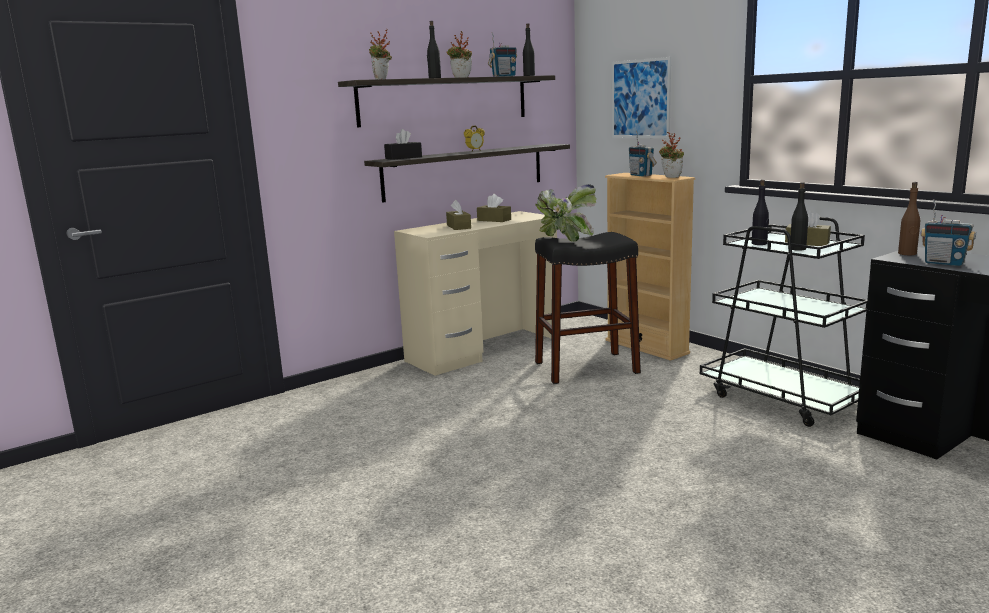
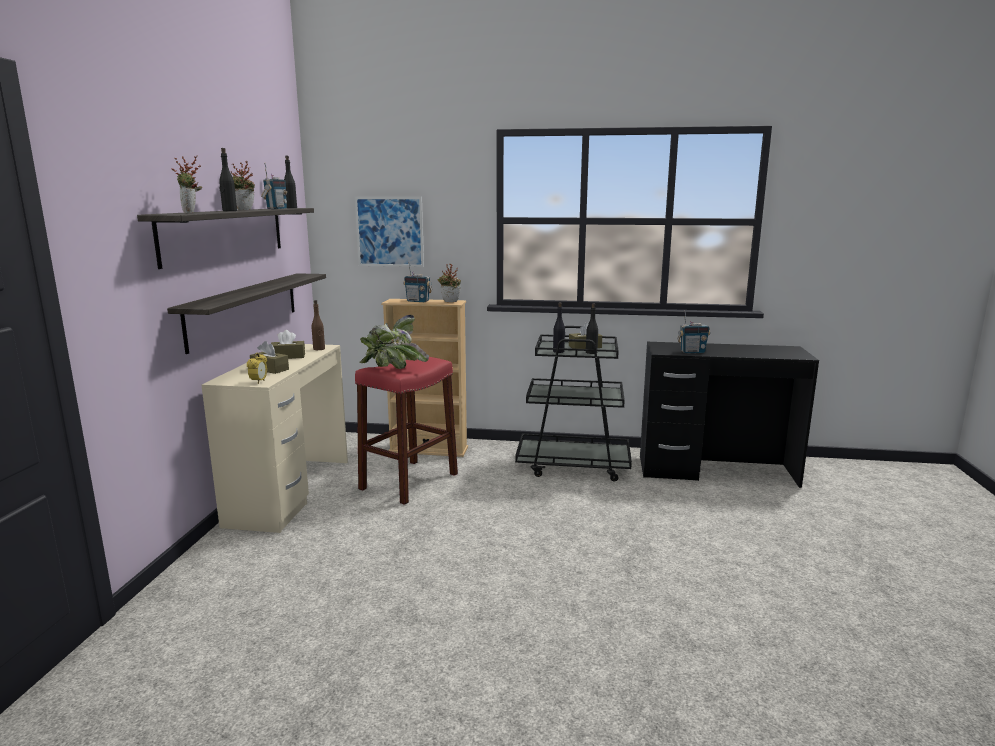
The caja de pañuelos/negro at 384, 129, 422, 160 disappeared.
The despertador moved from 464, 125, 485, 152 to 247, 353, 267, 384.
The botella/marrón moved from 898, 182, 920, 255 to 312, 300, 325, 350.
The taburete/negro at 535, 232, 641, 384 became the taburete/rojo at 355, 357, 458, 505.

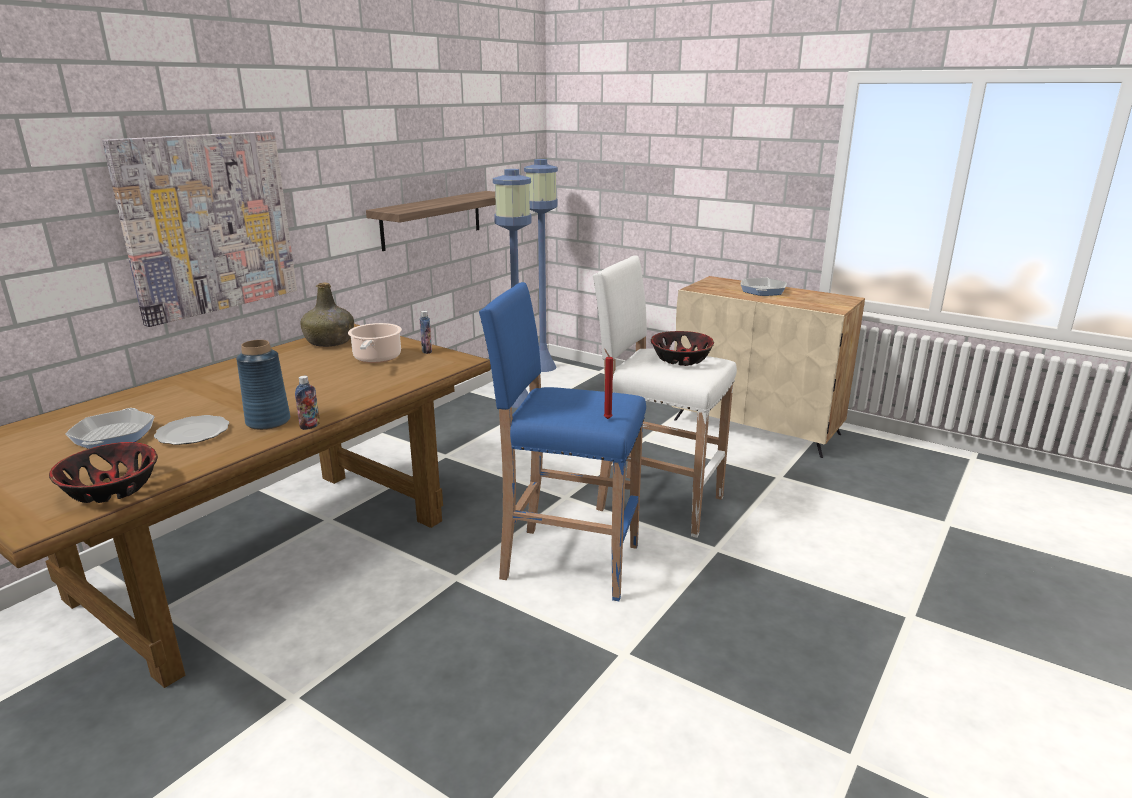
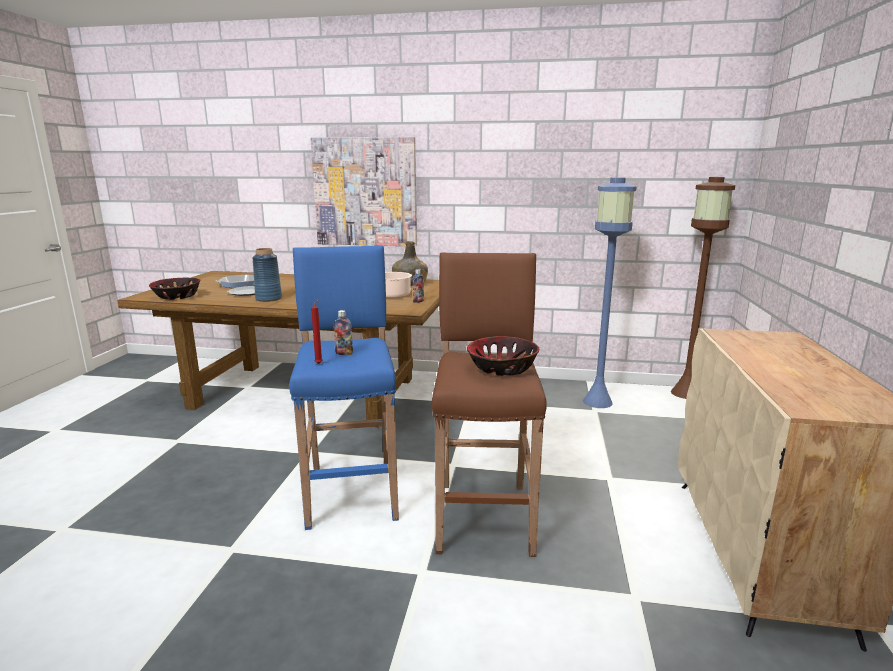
The estante at 366, 191, 496, 251 disappeared.
The sartén at 740, 277, 787, 296 disappeared.
The botella moved from 295, 376, 320, 430 to 333, 310, 353, 355.
The lámpara de pie/azul at 524, 159, 558, 372 became the lámpara de pie/marrón at 671, 177, 735, 399.
The taburete/blanco at 593, 255, 737, 538 became the taburete/marrón at 432, 252, 547, 557.

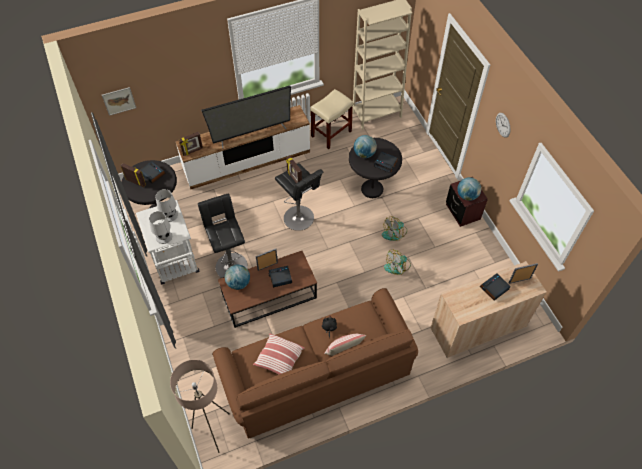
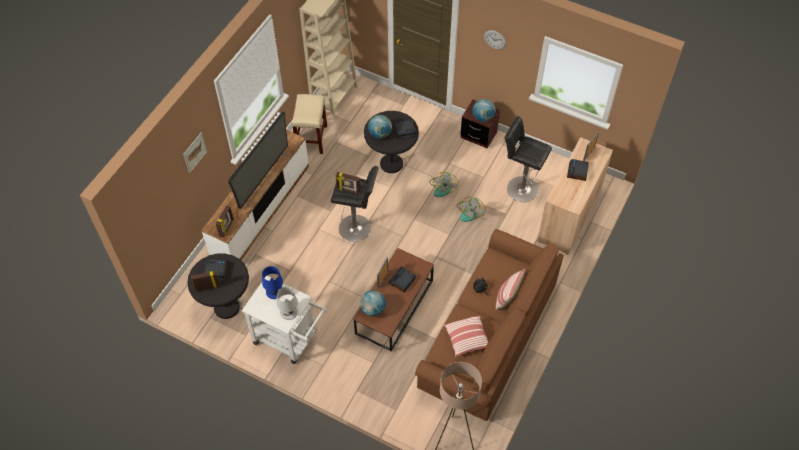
The cuadro moved from 102, 87, 136, 116 to 183, 133, 207, 173.
The taburete/negro moved from 198, 193, 248, 278 to 504, 116, 552, 202.
The lámpara de mesa/blanco at 155, 189, 178, 222 became the lámpara de mesa/azul at 262, 266, 283, 299.

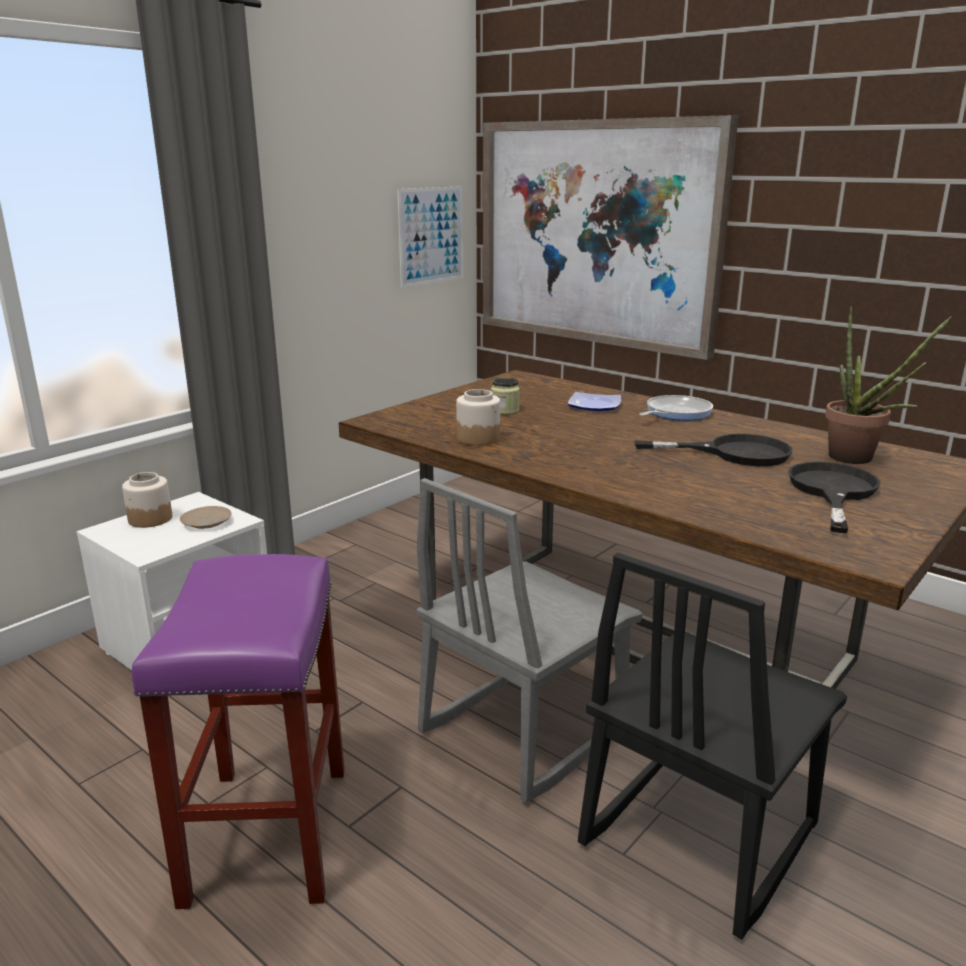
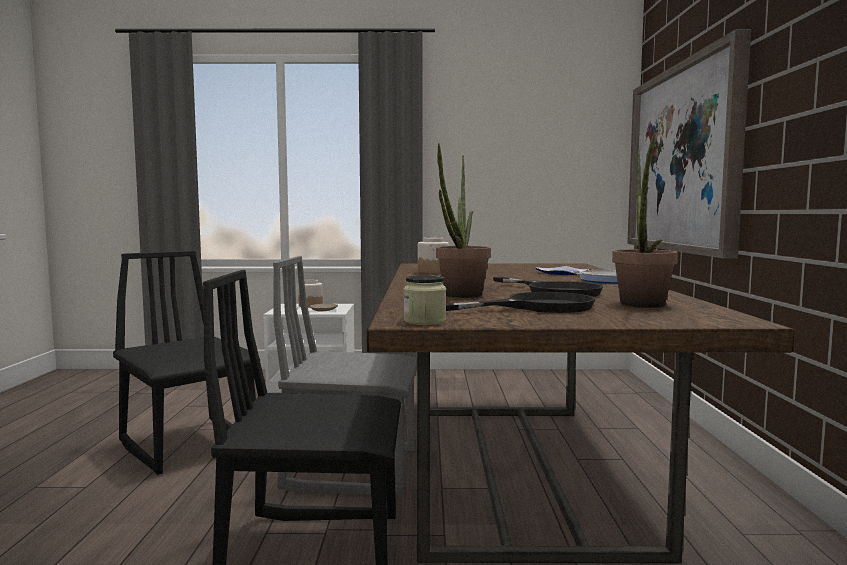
The cuadro at 397, 186, 463, 288 disappeared.
The planta en maceta at 436, 143, 491, 298 appeared.
The tarro moved from 491, 378, 520, 414 to 404, 275, 446, 325.
The taburete/morado at 132, 554, 345, 909 was replaced by the silla/negro at 113, 251, 260, 475.

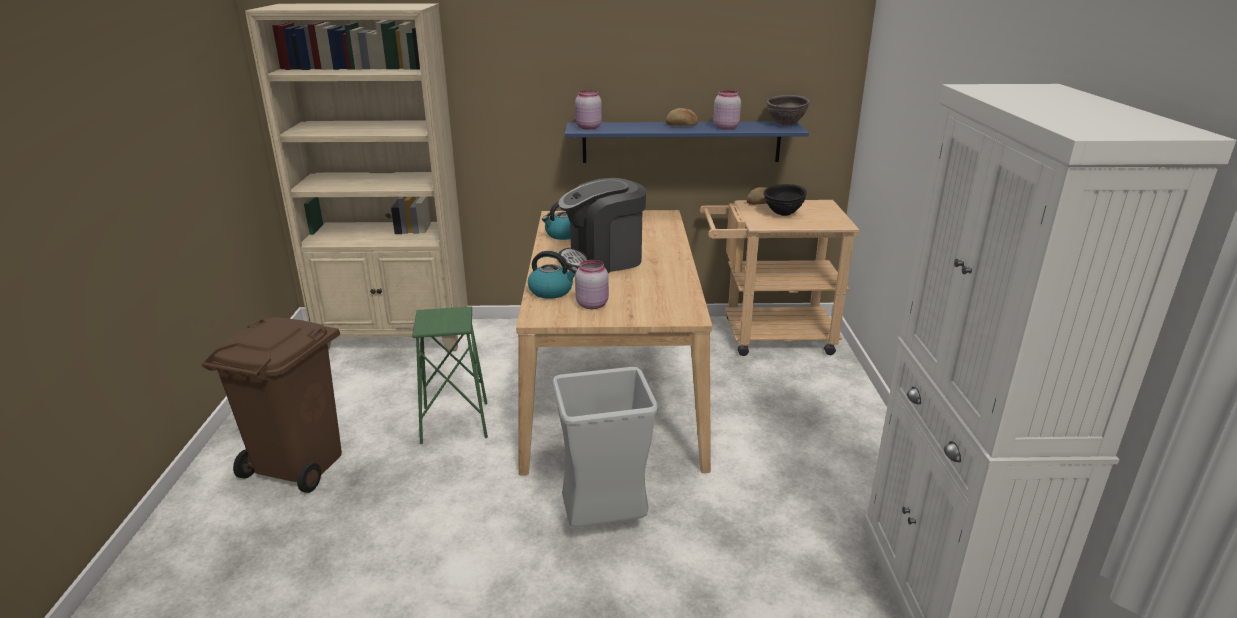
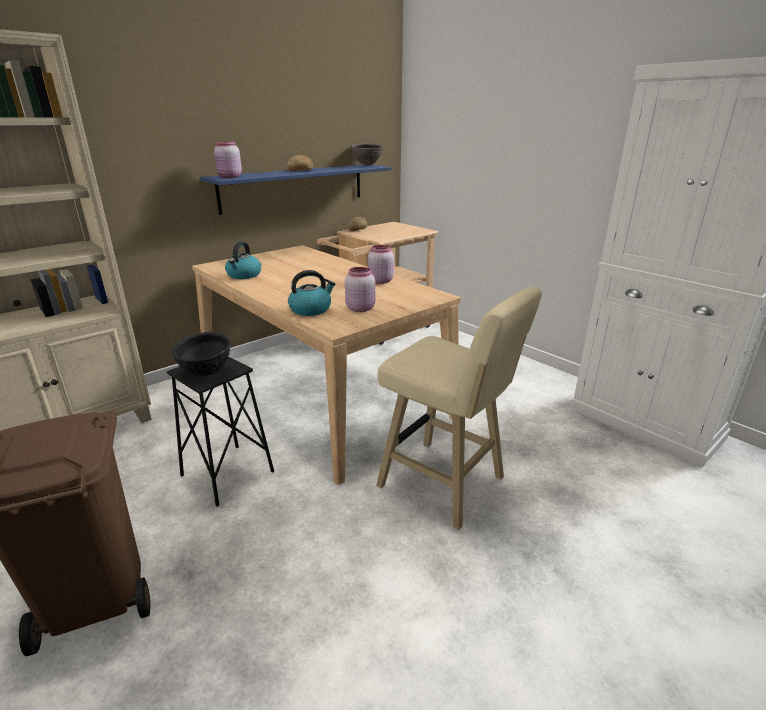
The cafetera at 558, 178, 646, 273 disappeared.
The tarro/rosa moved from 713, 90, 741, 130 to 368, 245, 394, 284.
The cuenco/negro moved from 764, 184, 807, 216 to 172, 332, 231, 376.
The papelera/gris at 552, 367, 658, 528 was replaced by the taburete/beis at 376, 287, 542, 530.
The taburete/verde at 412, 306, 488, 444 became the taburete/negro at 167, 356, 274, 506.

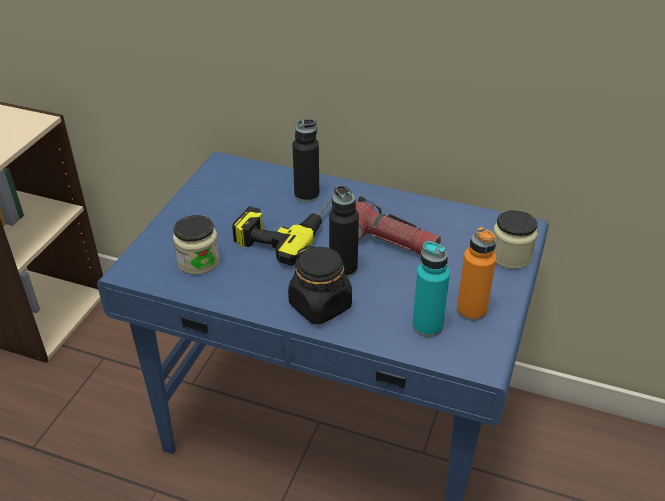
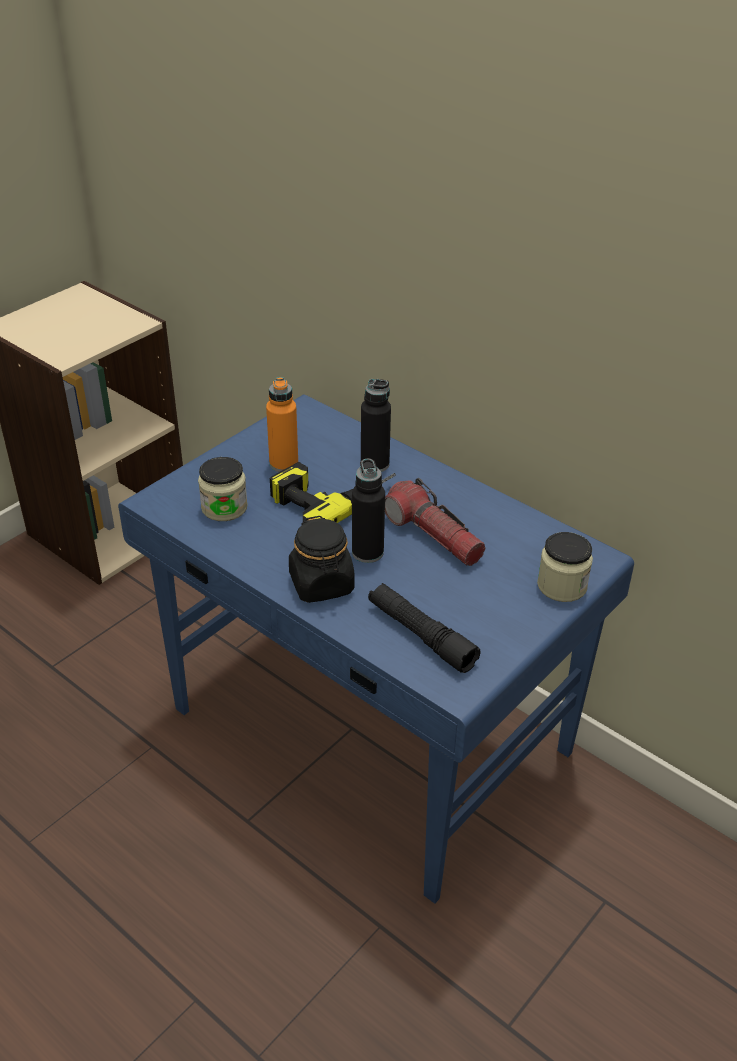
The botella/naranja moved from 457, 227, 496, 321 to 266, 377, 298, 472.
The botella/turquesa at 412, 241, 450, 337 was replaced by the linterna/negro at 368, 583, 481, 673.

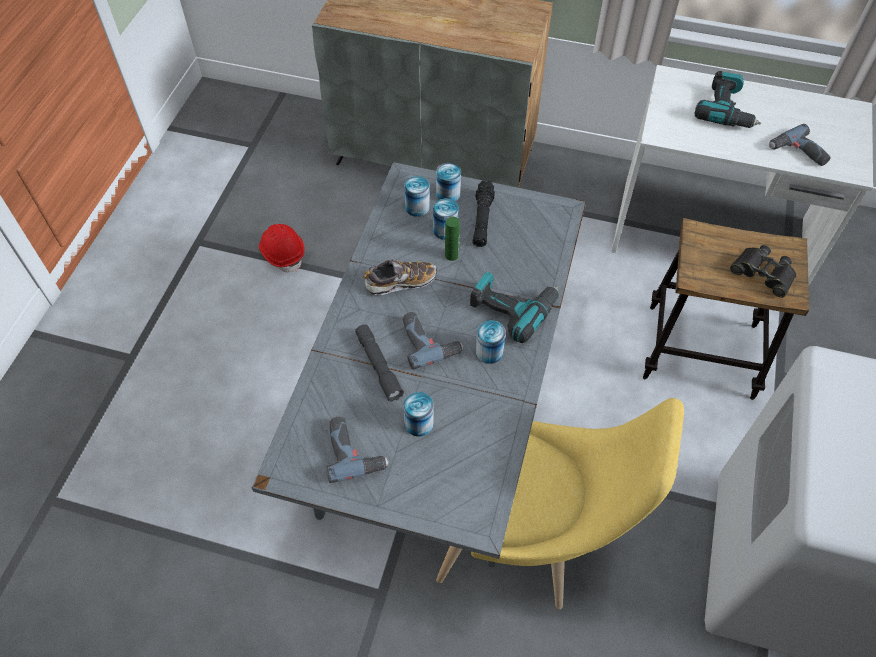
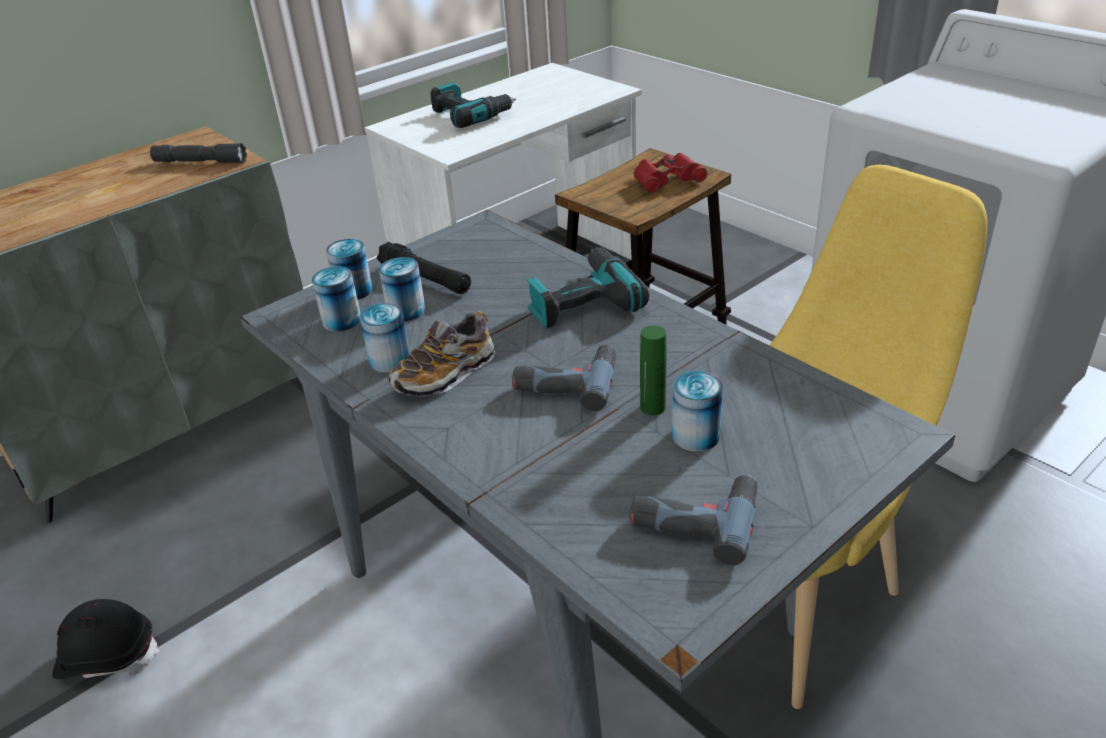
The taladro at 769, 124, 831, 166 disappeared.
The linterna/gris moved from 355, 324, 404, 402 to 150, 143, 247, 163.
The botella/verde moved from 445, 217, 460, 261 to 640, 325, 667, 416.
The lata moved from 476, 320, 506, 364 to 360, 303, 410, 373.
The casco/rojo at 259, 224, 305, 272 became the casco/negro at 52, 599, 160, 679.
The prismáticos/negro at 730, 245, 797, 298 became the prismáticos/rojo at 633, 153, 708, 193.
The zapato at 363, 259, 437, 295 turned 150 degrees counterclockwise.

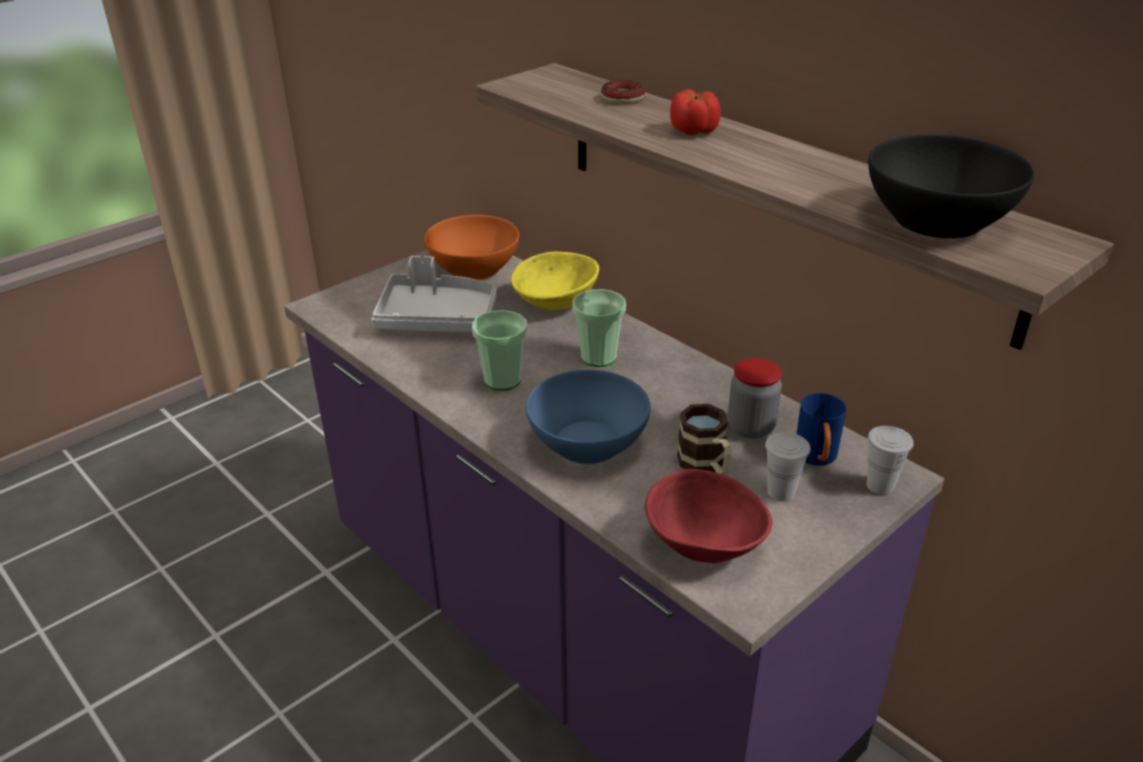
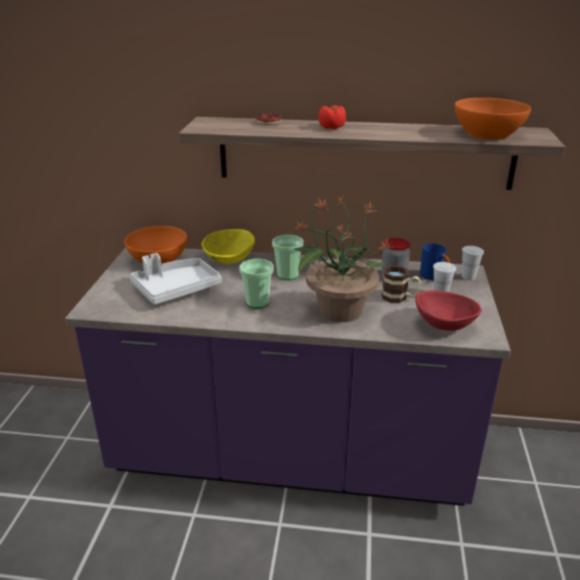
The cuenco/azul at 526, 370, 650, 464 was replaced by the planta en maceta at 293, 194, 394, 322.
The cuenco/negro at 868, 134, 1034, 238 became the cuenco/naranja at 455, 98, 531, 140.

